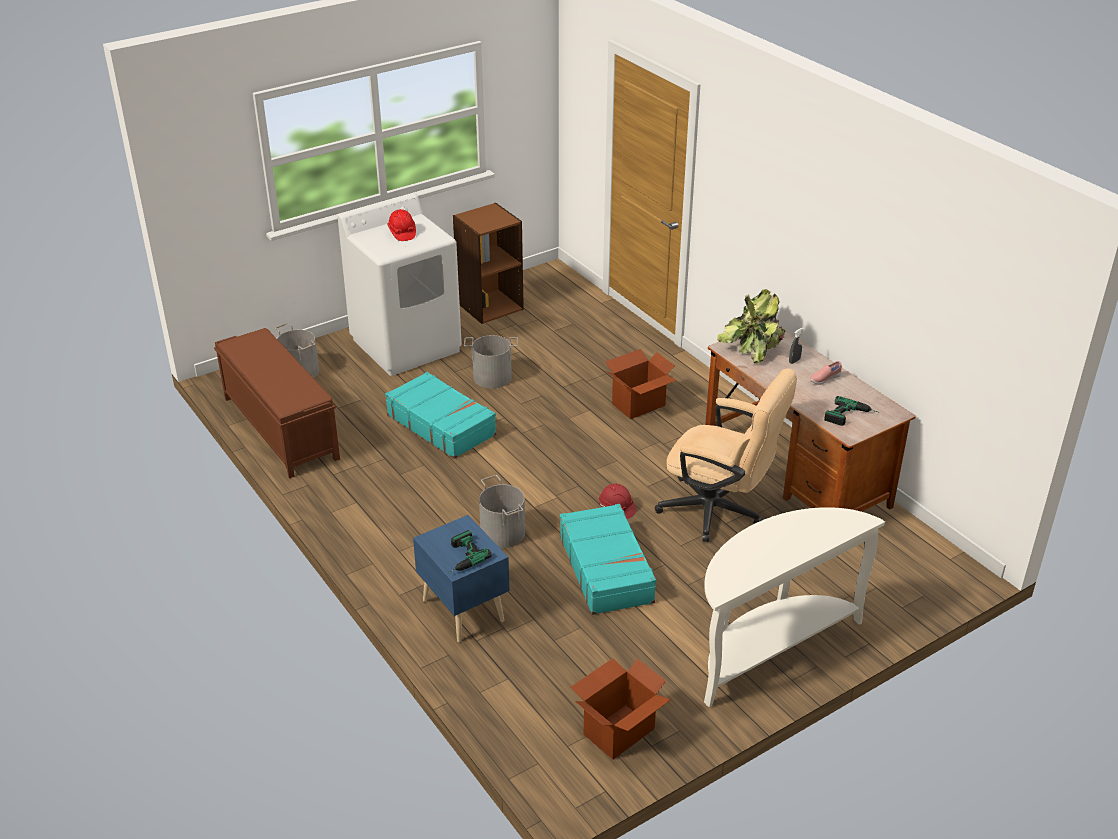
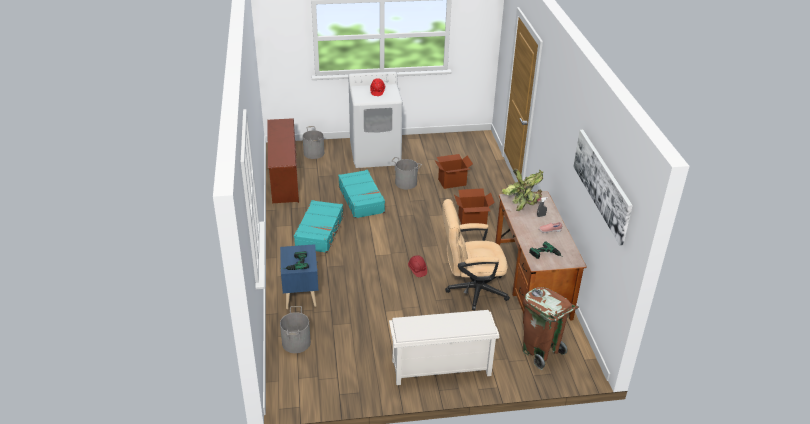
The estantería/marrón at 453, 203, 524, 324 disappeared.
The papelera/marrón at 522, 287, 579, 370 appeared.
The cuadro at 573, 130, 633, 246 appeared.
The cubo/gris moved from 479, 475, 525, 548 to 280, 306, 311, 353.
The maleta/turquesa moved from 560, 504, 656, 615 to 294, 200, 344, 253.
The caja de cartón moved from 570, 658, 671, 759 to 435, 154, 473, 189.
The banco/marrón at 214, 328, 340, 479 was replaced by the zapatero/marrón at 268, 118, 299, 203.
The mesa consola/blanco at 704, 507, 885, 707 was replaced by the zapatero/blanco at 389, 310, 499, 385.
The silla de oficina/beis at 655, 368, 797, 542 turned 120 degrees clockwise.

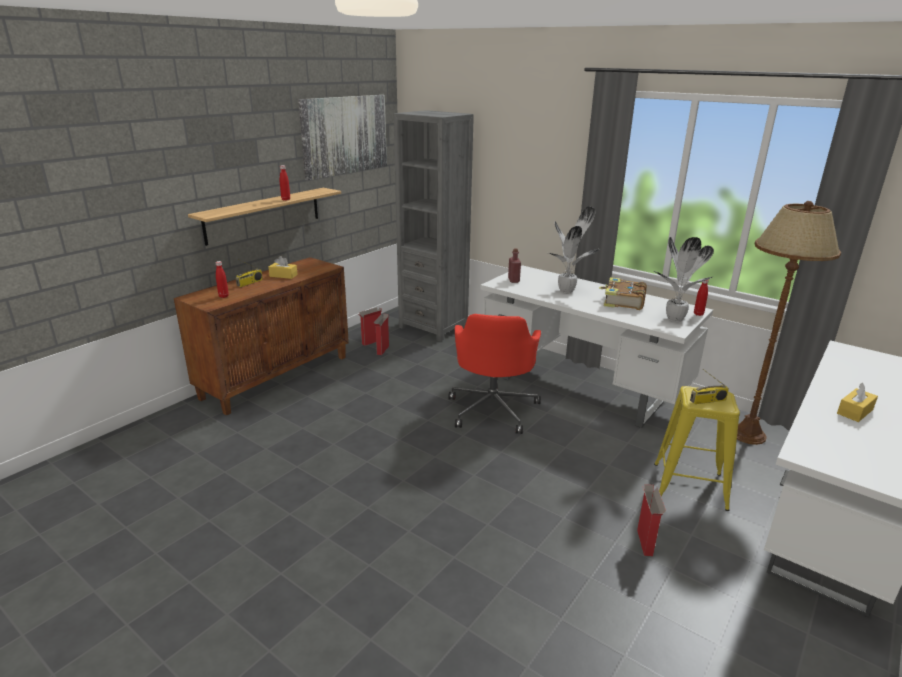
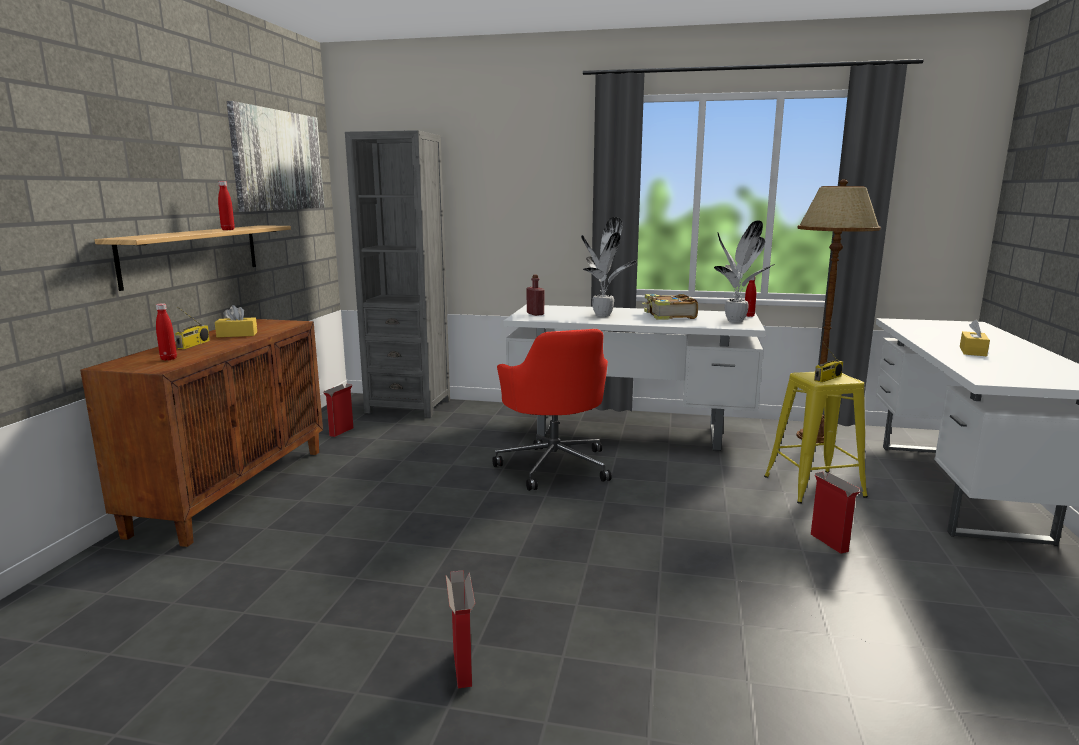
The caja de cartón moved from 374, 314, 390, 355 to 446, 570, 475, 688.

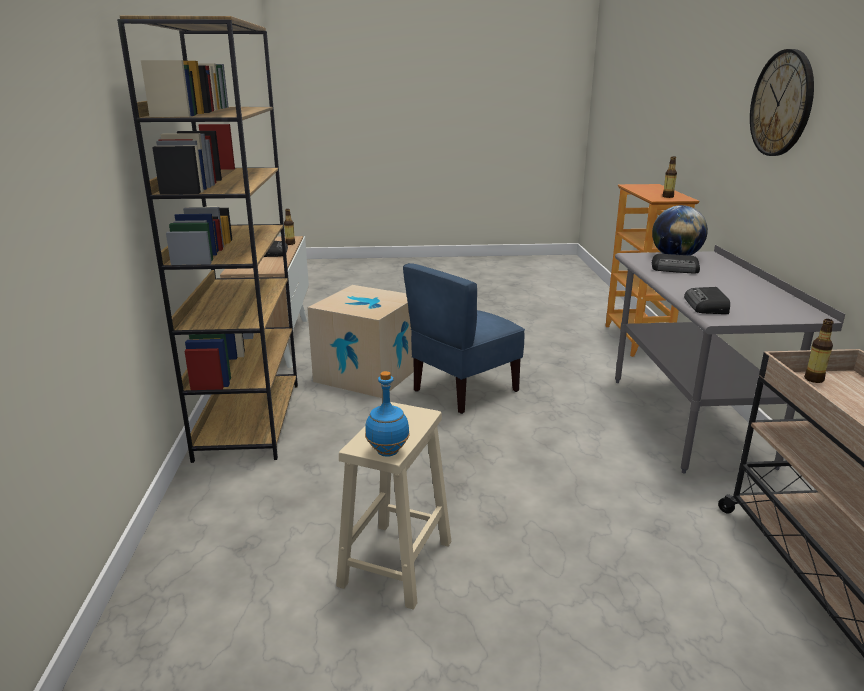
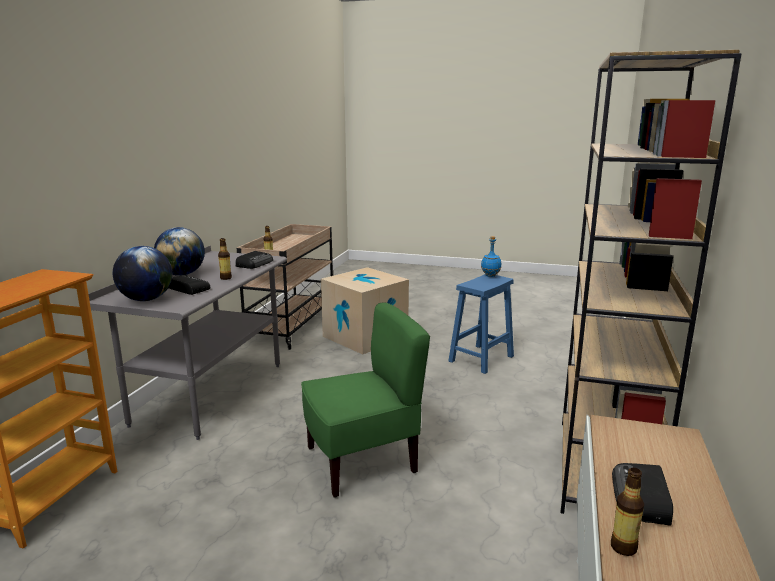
The reloj de pared at 750, 49, 814, 156 disappeared.
The globo terráqueo at 154, 227, 205, 276 appeared.
The caja de cartón moved from 307, 285, 414, 398 to 321, 267, 409, 354.
The botella moved from 662, 156, 677, 198 to 218, 238, 232, 280.
The taburete/beis at 336, 402, 451, 610 became the taburete/azul at 448, 274, 514, 374.
The silla/azul at 403, 263, 525, 414 became the silla/verde at 301, 302, 430, 498.

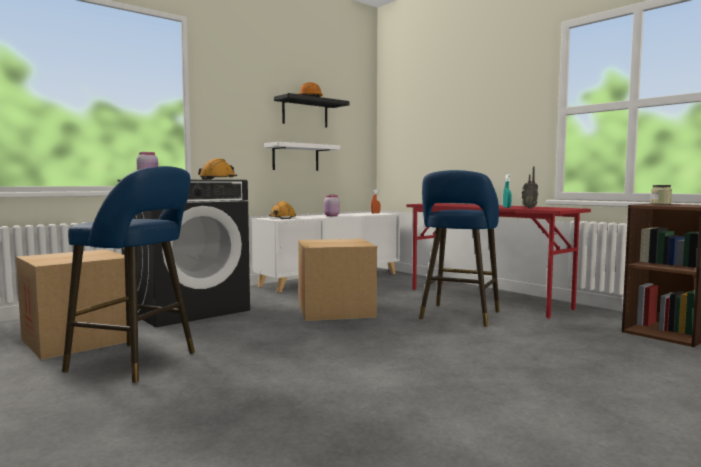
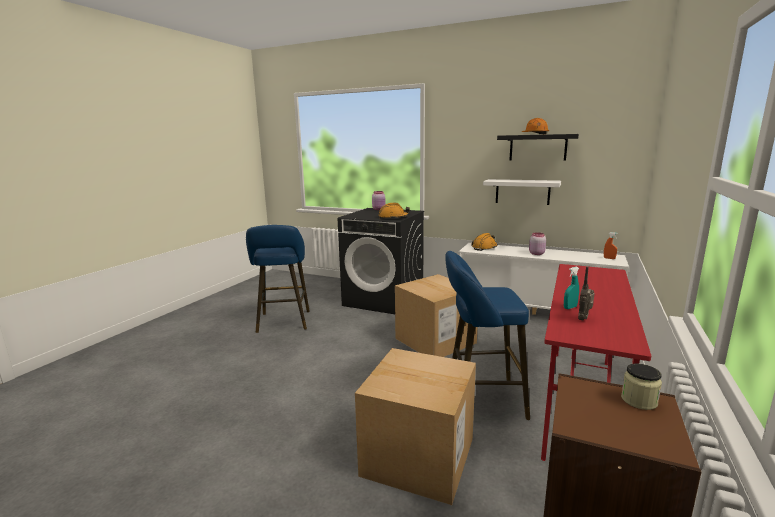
The caja de cartón moved from 16, 249, 127, 360 to 355, 348, 476, 505.

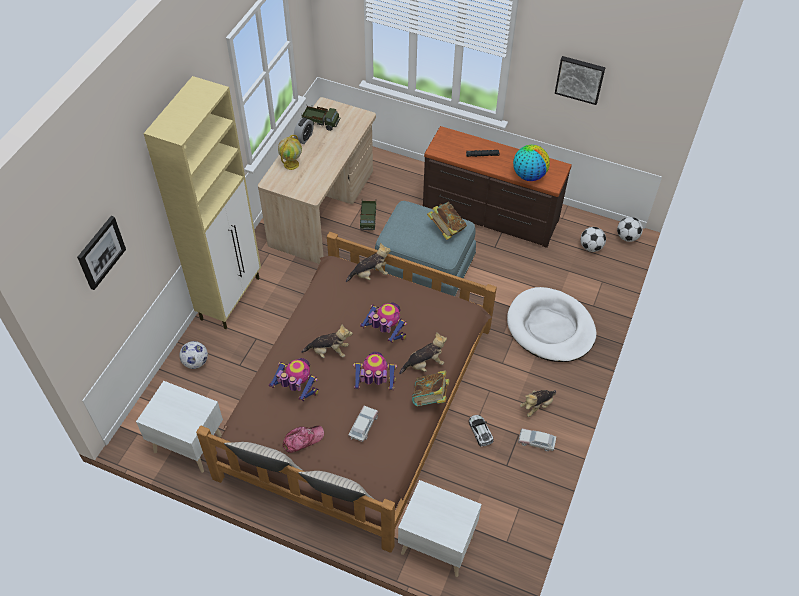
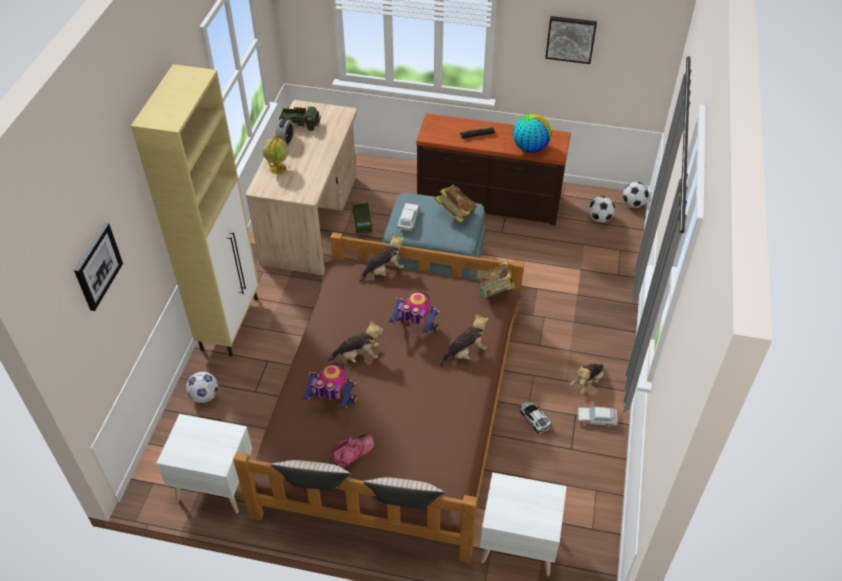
The robot de juguete at 353, 352, 397, 390 disappeared.
The cama para perro/blanco at 507, 287, 596, 362 disappeared.
The coche de juguete moved from 348, 406, 378, 442 to 397, 203, 420, 231.
The libro moved from 412, 370, 450, 406 to 478, 261, 515, 297.

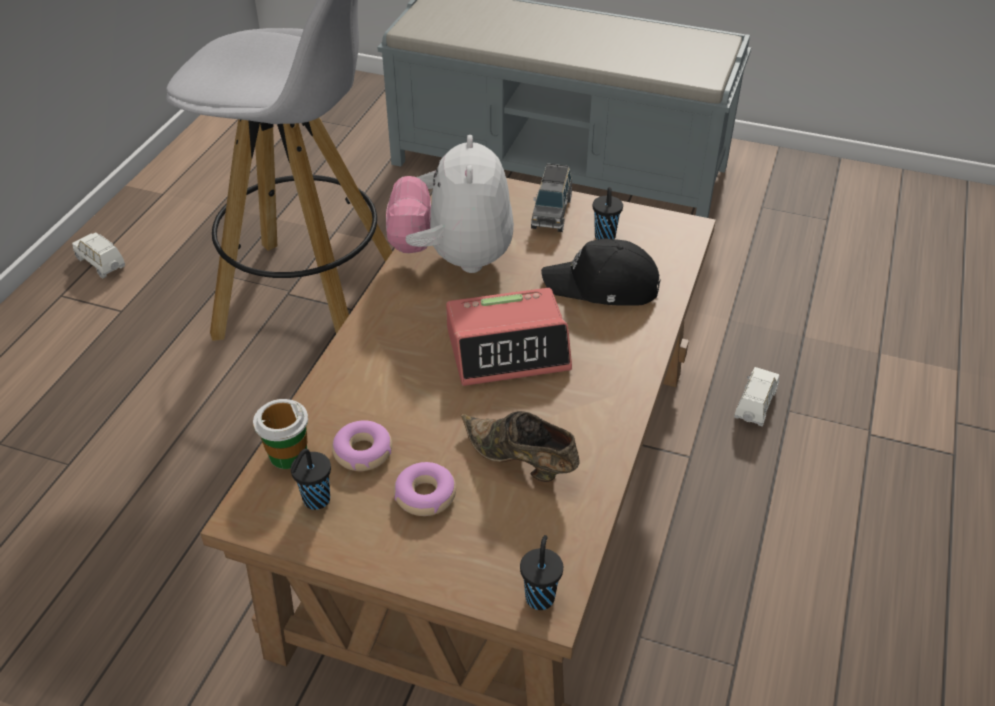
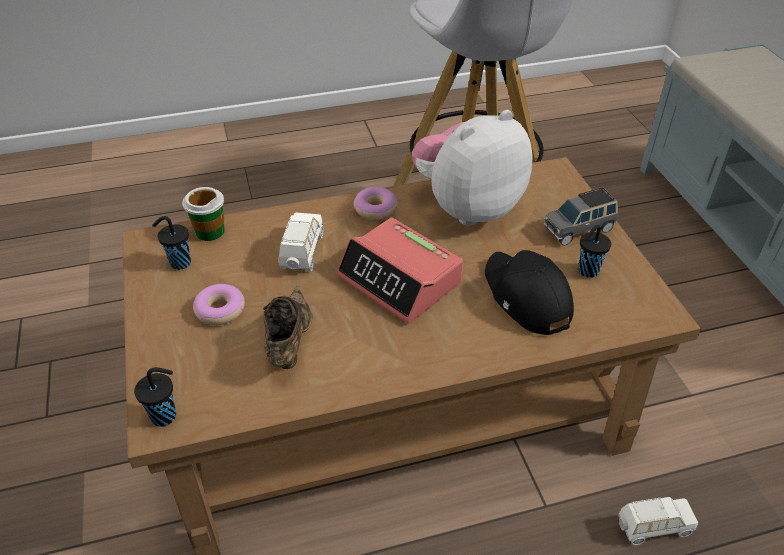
The coche de juguete/blanco moved from 72, 232, 125, 278 to 279, 212, 323, 271.
The rosquilla moved from 332, 420, 392, 471 to 354, 187, 398, 220.

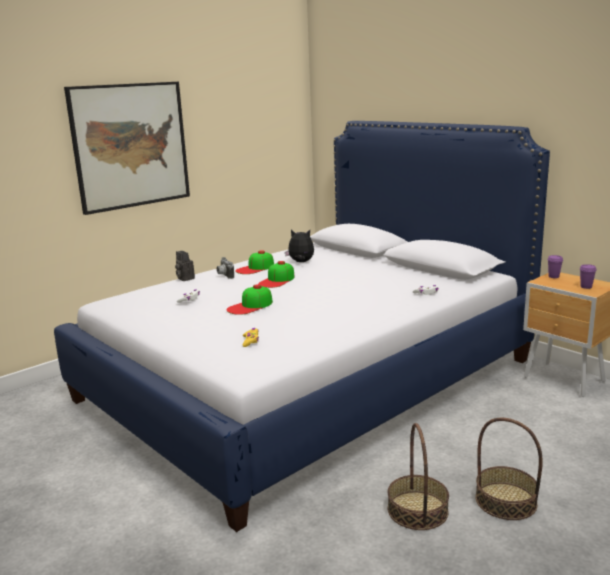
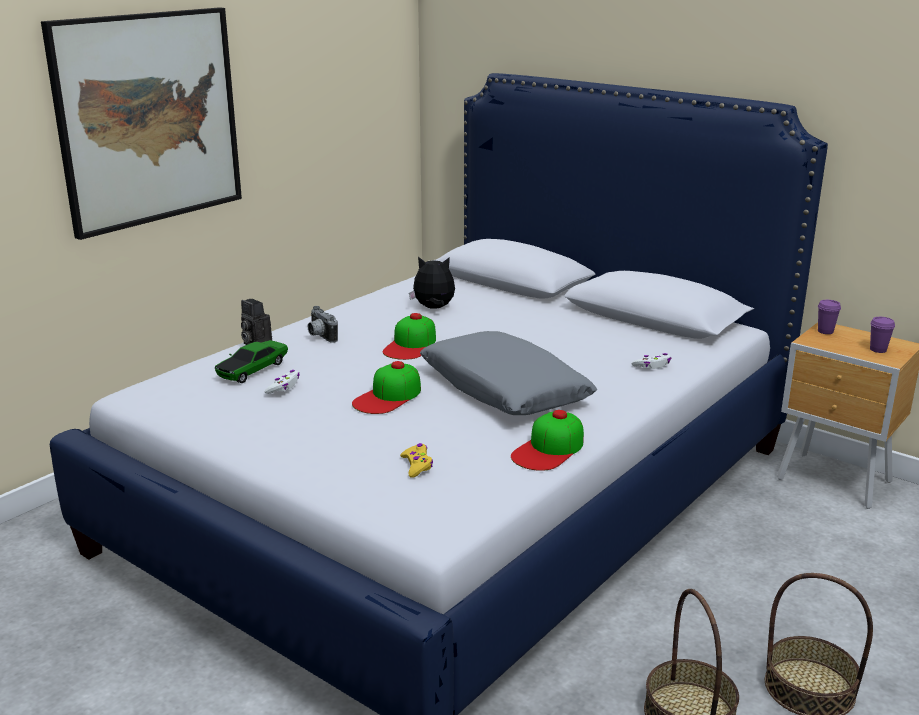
The coche de juguete at 215, 340, 288, 383 appeared.
The cojín/gris at 420, 331, 597, 415 appeared.
The gorra moved from 235, 250, 274, 274 to 511, 410, 584, 471.

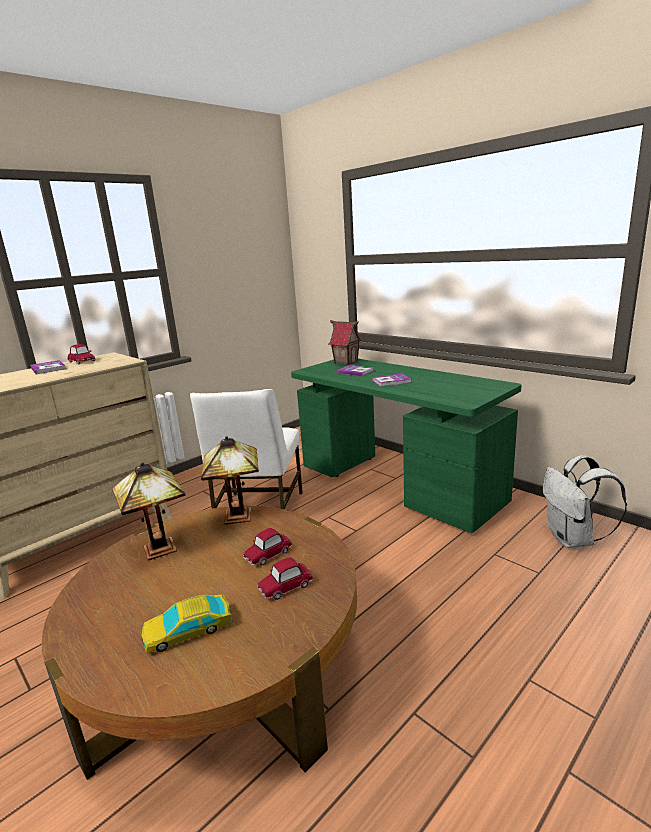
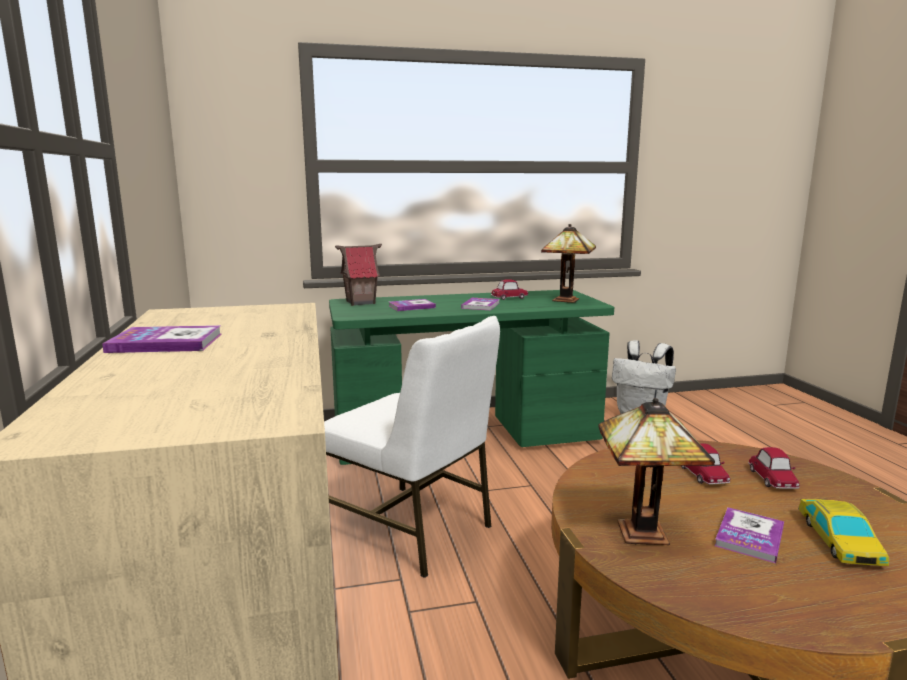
The libro at 715, 507, 784, 564 appeared.
The coche de juguete moved from 68, 344, 95, 364 to 491, 279, 528, 300.
The lámpara de mesa moved from 201, 436, 259, 525 to 541, 224, 596, 303.

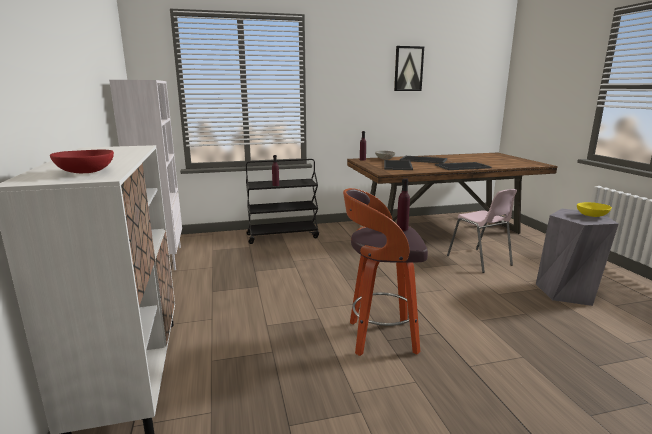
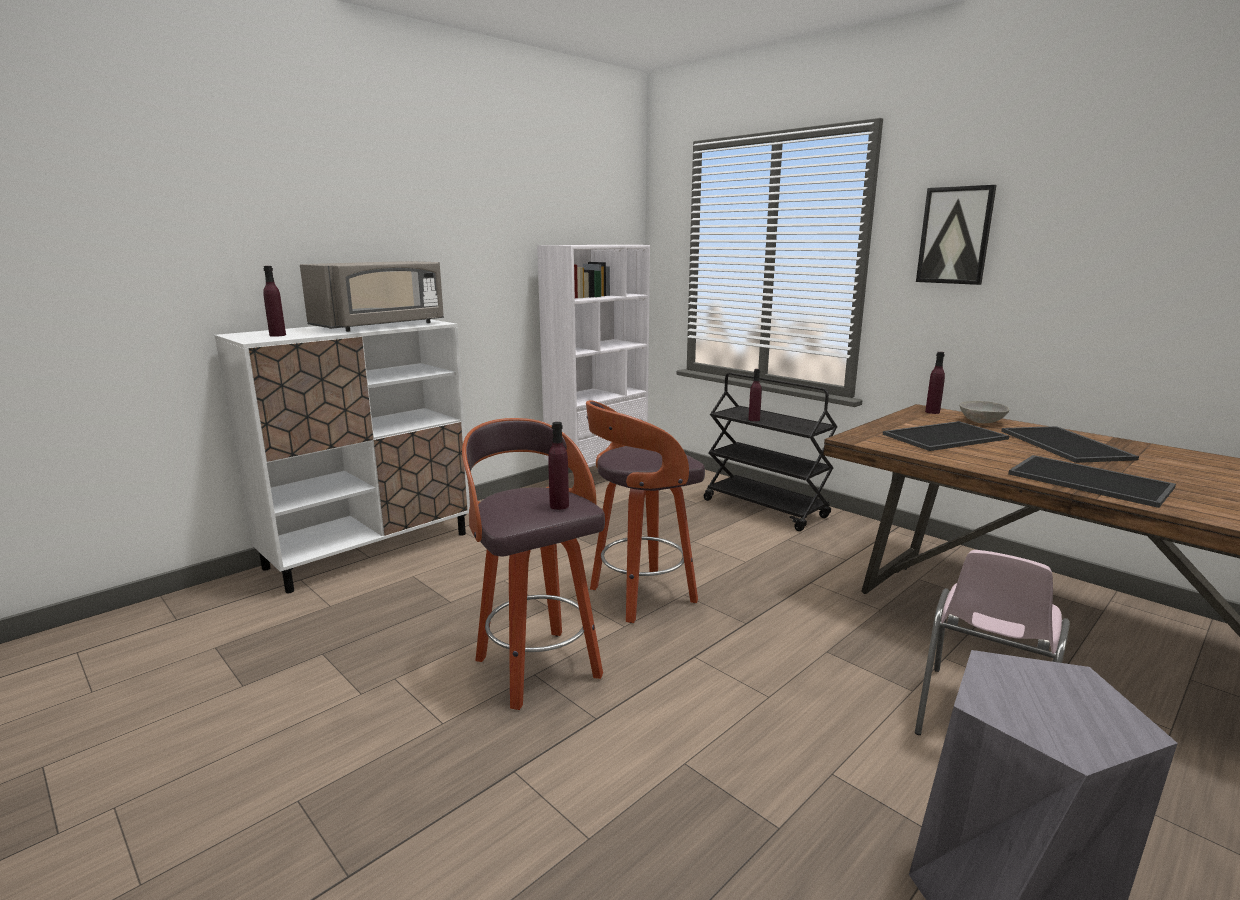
The cuenco/amarillo at 577, 202, 612, 217 disappeared.
The microondas/gris at 300, 261, 444, 332 appeared.
The taburete at 586, 400, 705, 623 appeared.
The cuadro moved from 394, 46, 424, 91 to 916, 185, 997, 285.
The cuenco/rojo at 50, 150, 114, 173 was replaced by the botella/morado at 263, 266, 286, 337.

